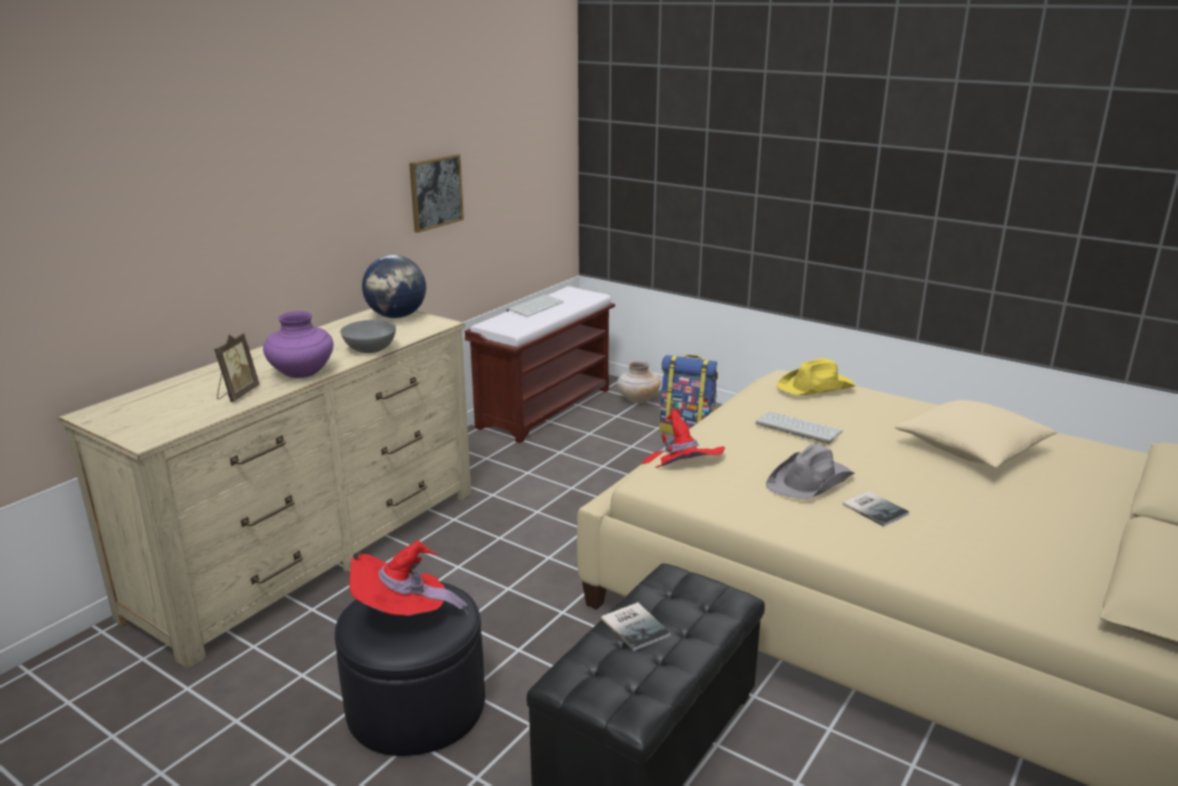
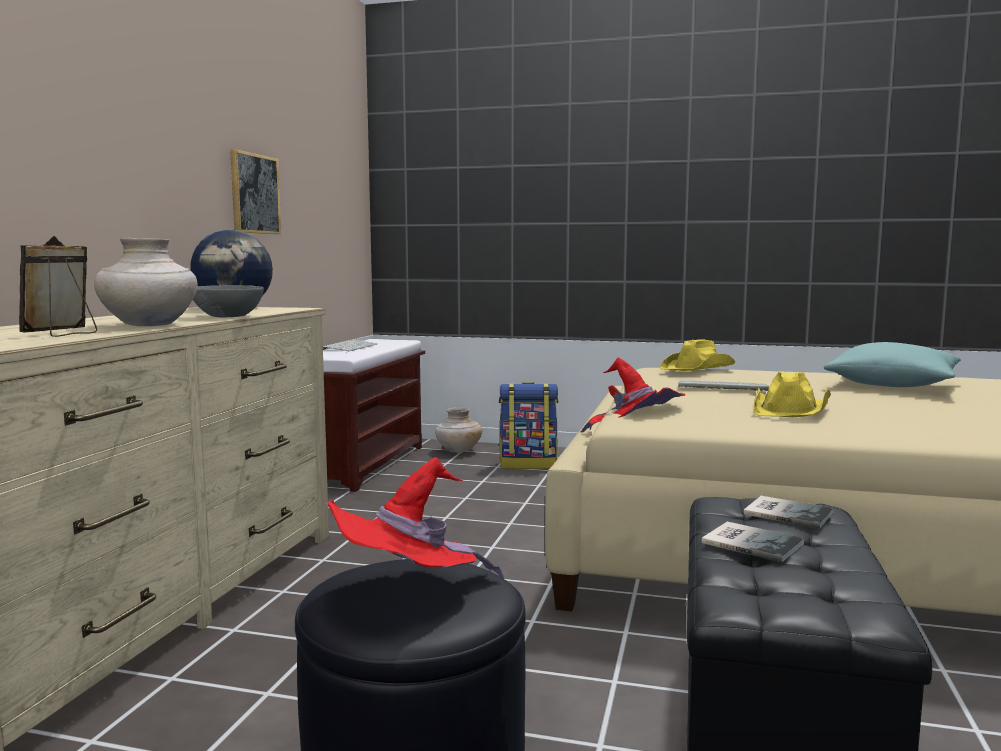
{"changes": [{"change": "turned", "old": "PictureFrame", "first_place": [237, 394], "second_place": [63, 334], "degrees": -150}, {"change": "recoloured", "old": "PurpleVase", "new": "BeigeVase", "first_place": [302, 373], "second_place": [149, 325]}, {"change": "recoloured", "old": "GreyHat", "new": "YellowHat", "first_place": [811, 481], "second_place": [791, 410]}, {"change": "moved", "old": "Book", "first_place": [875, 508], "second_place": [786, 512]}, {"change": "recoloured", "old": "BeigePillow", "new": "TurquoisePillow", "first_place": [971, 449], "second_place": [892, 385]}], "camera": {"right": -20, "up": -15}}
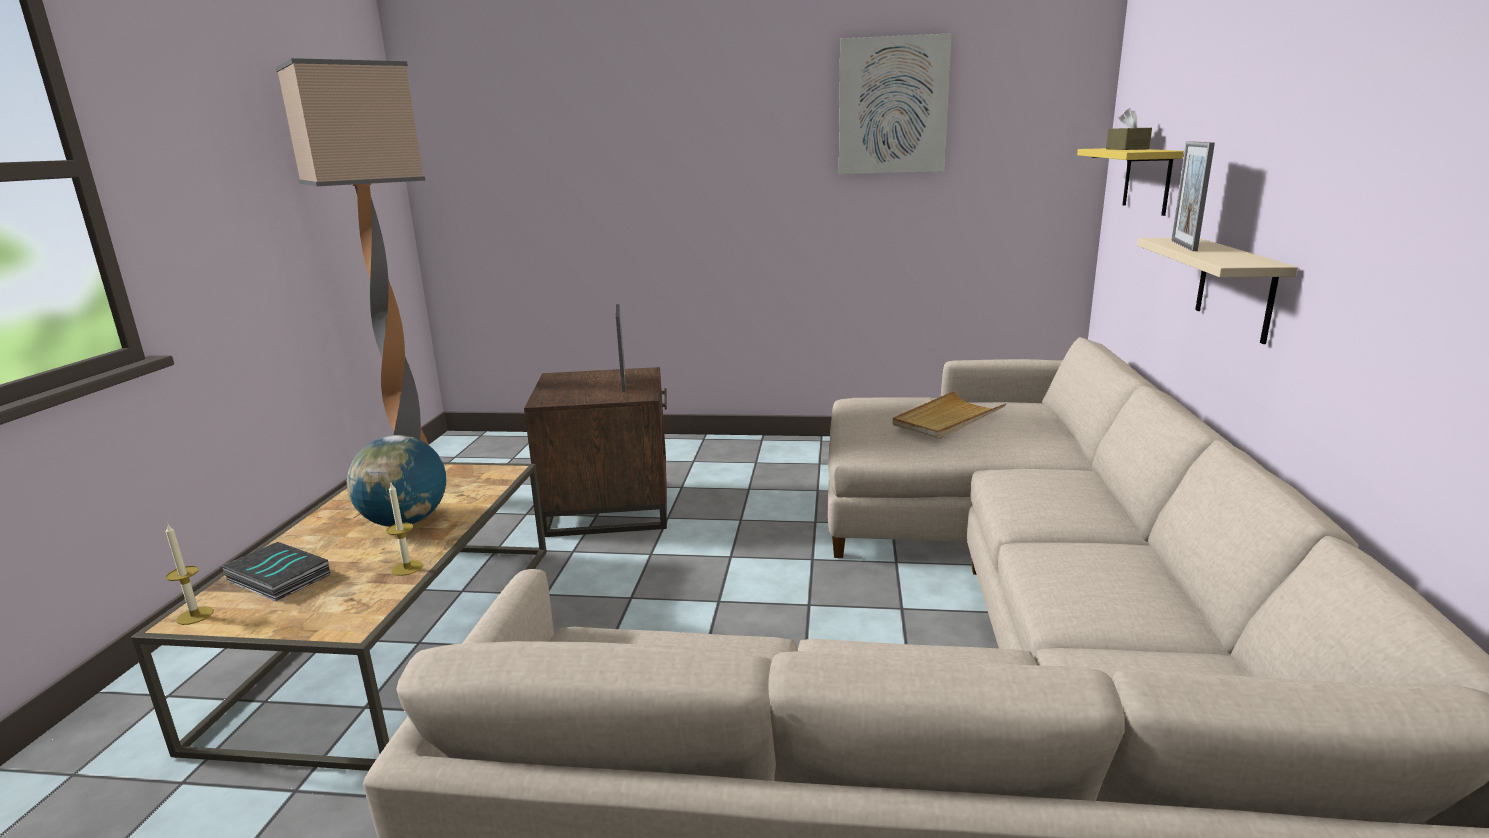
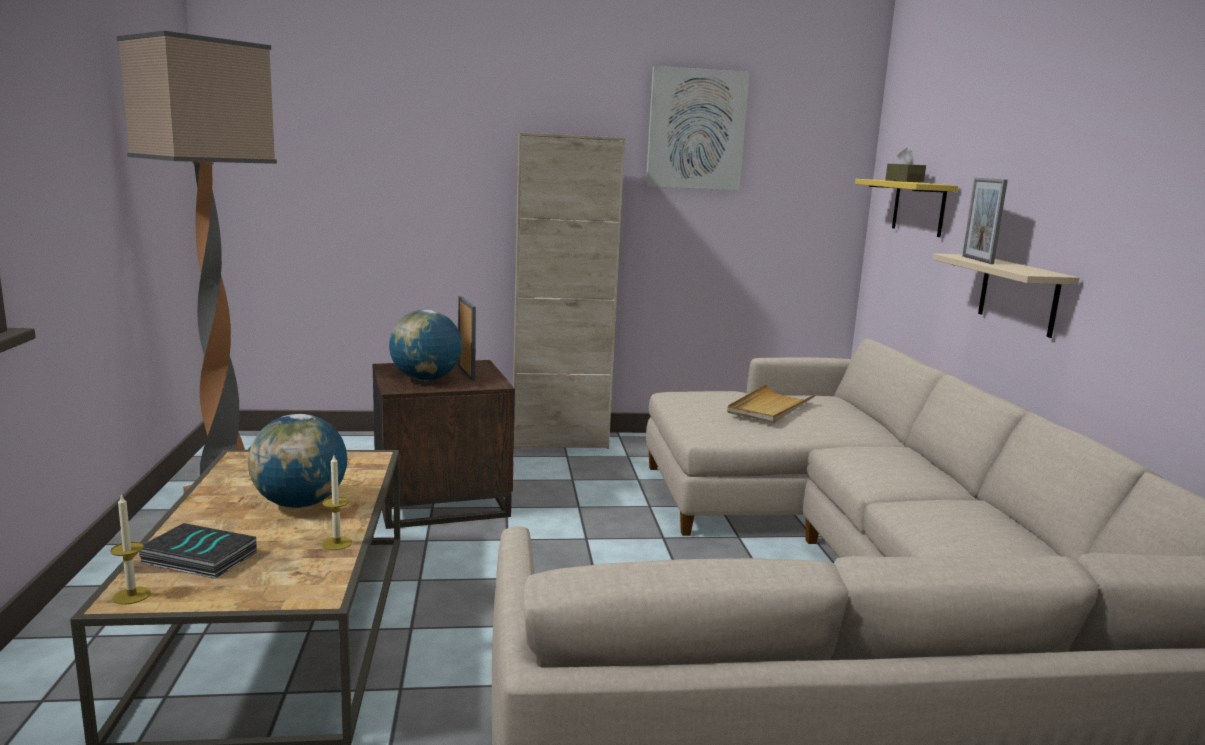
{"changes": [{"change": "added", "new": "Globe", "second_place": [425, 379]}, {"change": "added", "new": "BeigeCabinet", "second_place": [559, 441]}], "camera": {"right": -15, "up": -5}}
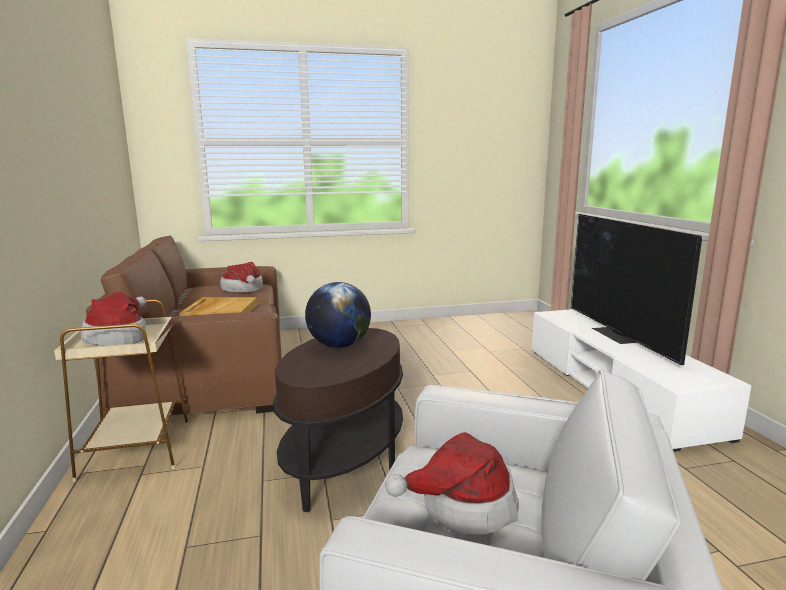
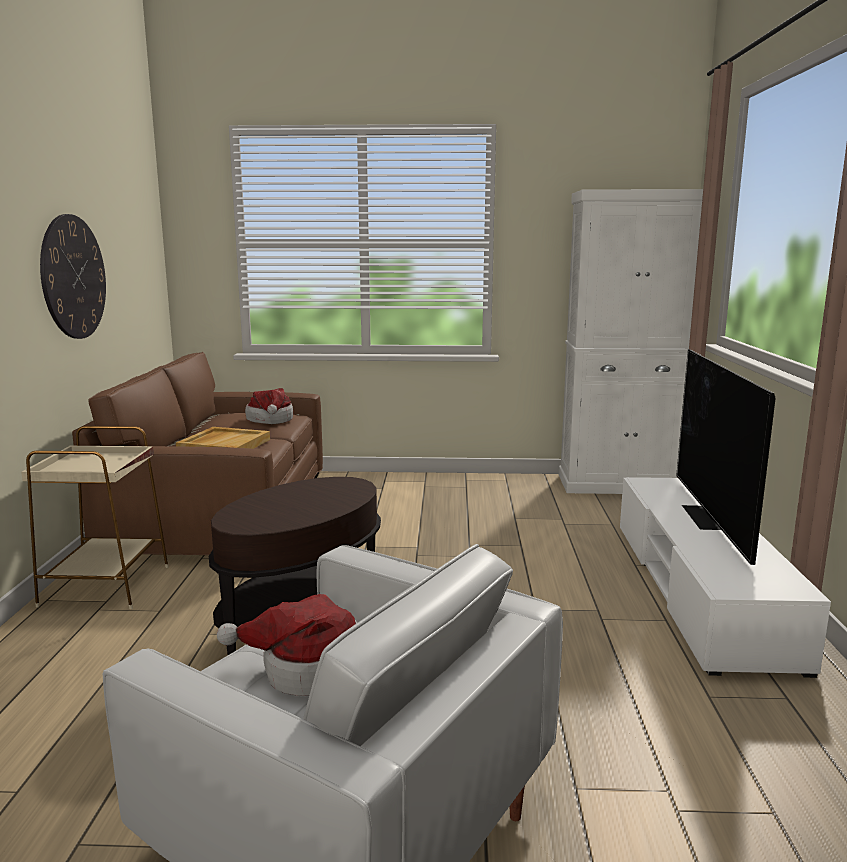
{"changes": [{"change": "removed", "old": "Hat", "first_place": [120, 336]}, {"change": "removed", "old": "Globe", "first_place": [339, 345]}, {"change": "added", "new": "WallClock", "second_place": [73, 277]}, {"change": "added", "new": "WhiteCabinet", "second_place": [620, 484]}], "camera": {"right": 15, "up": 0}}
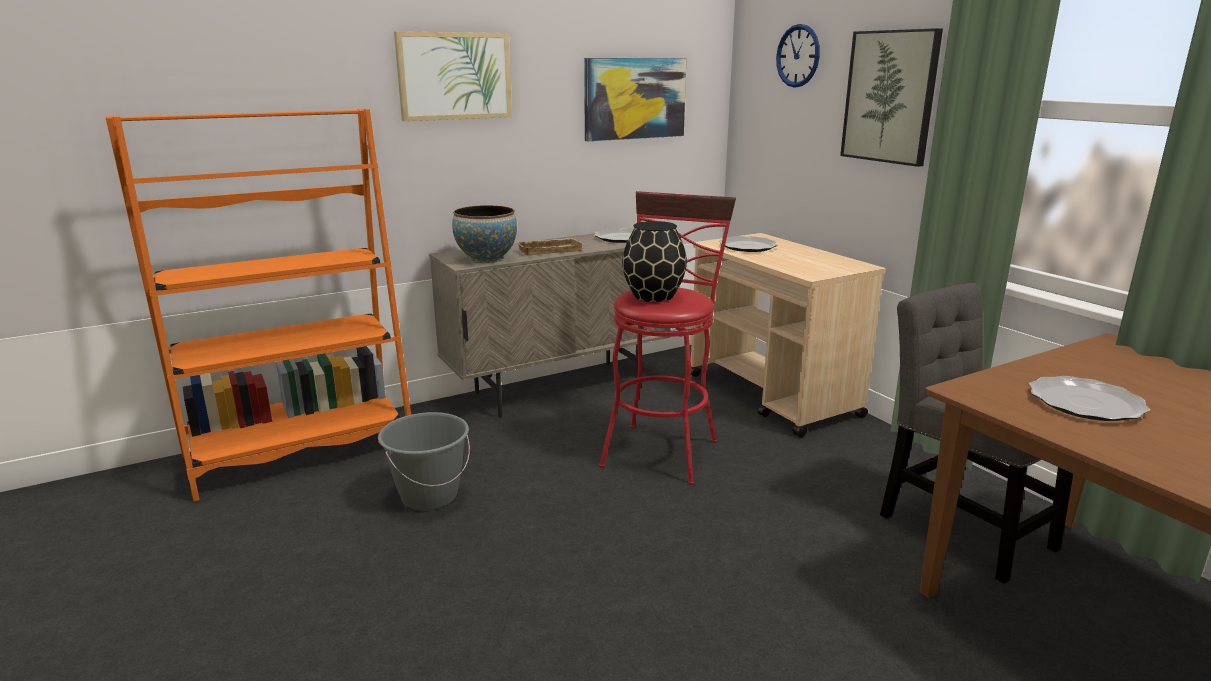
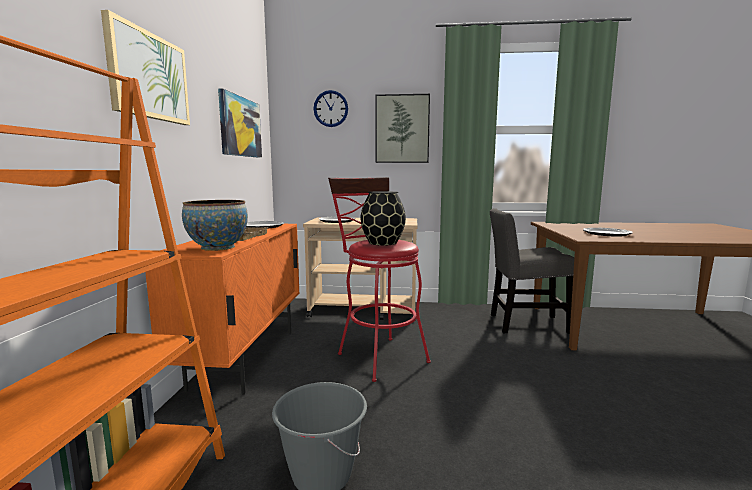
{"changes": [{"change": "recoloured", "old": "BeigeCabinet", "new": "OrangeCabinet", "first_place": [559, 389], "second_place": [245, 357]}], "camera": {"right": -55, "up": -10}}
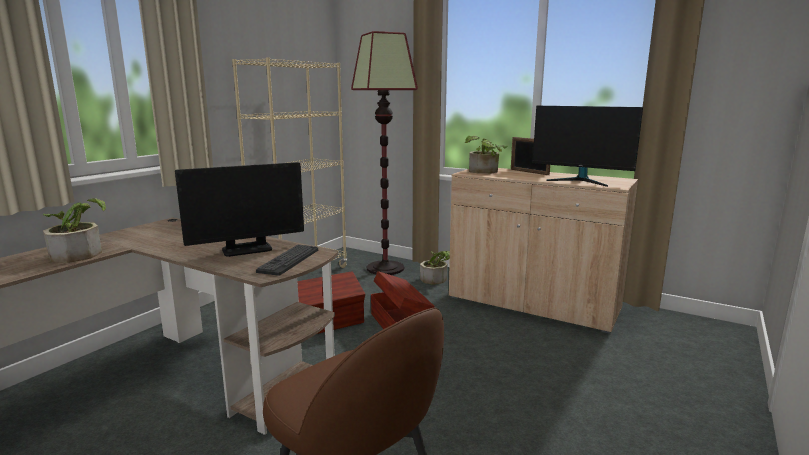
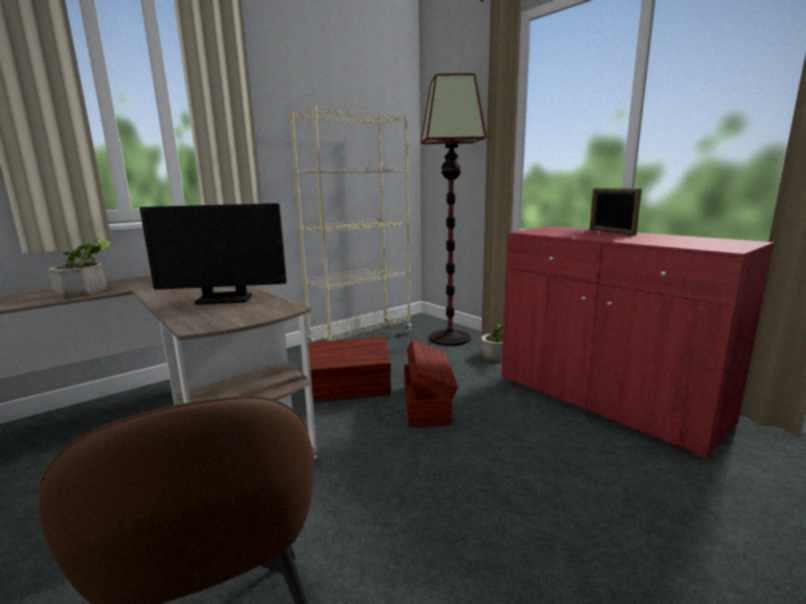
{"changes": [{"change": "removed", "old": "Keyboard", "first_place": [289, 260]}, {"change": "recoloured", "old": "BeigeCabinet", "new": "RedCabinet", "first_place": [532, 304], "second_place": [605, 400]}, {"change": "removed", "old": "PottedPlant", "first_place": [483, 172]}, {"change": "removed", "old": "Monitor", "first_place": [580, 181]}], "camera": {"right": 20, "up": 0}}
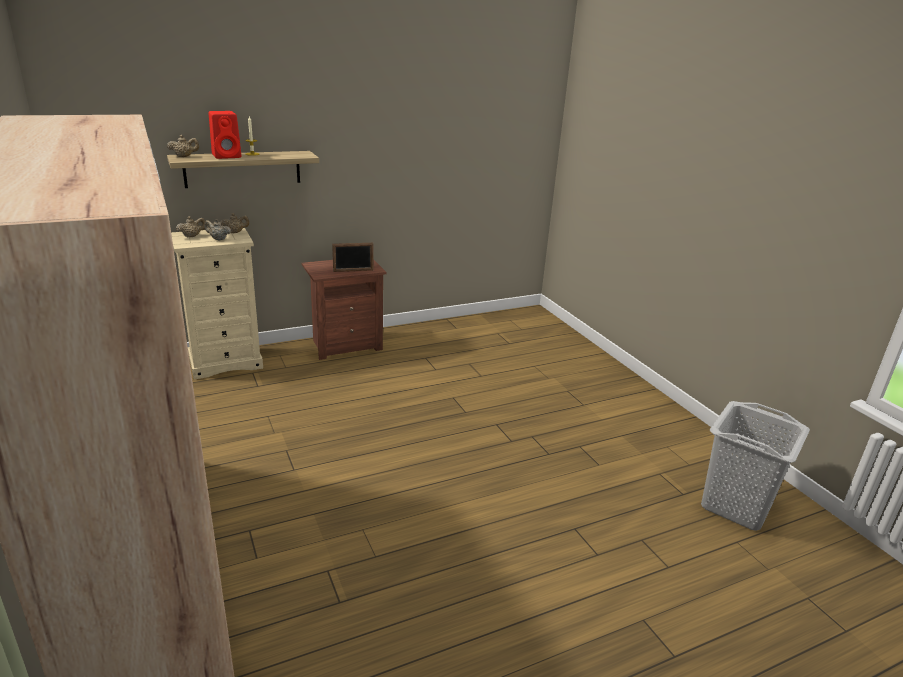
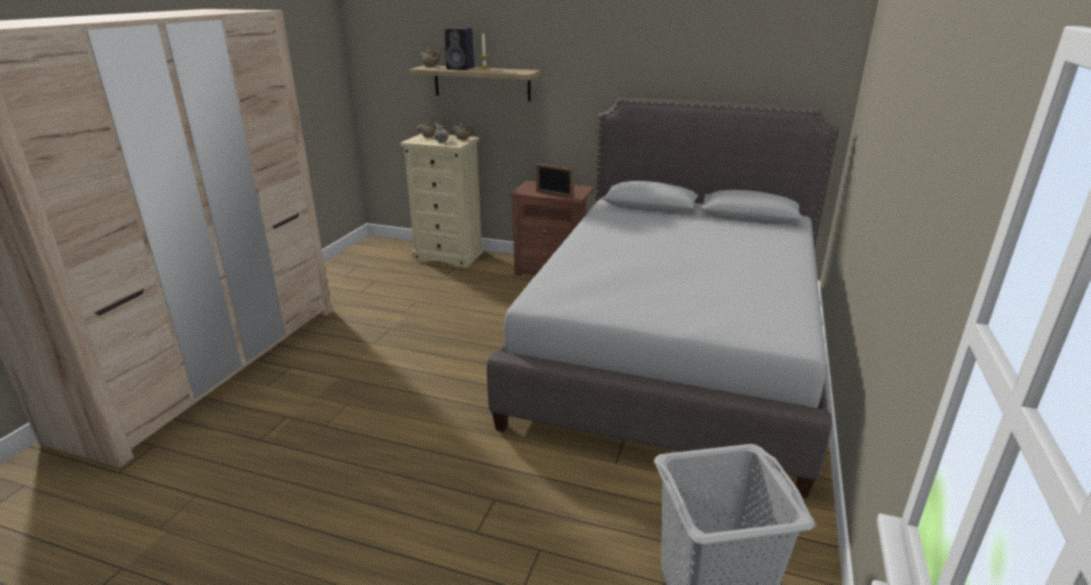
{"changes": [{"change": "recoloured", "old": "RedSpeaker", "new": "BlackSpeaker", "first_place": [227, 156], "second_place": [461, 68]}, {"change": "added", "new": "GreyBed", "second_place": [674, 351]}], "camera": {"right": 45, "up": 0}}
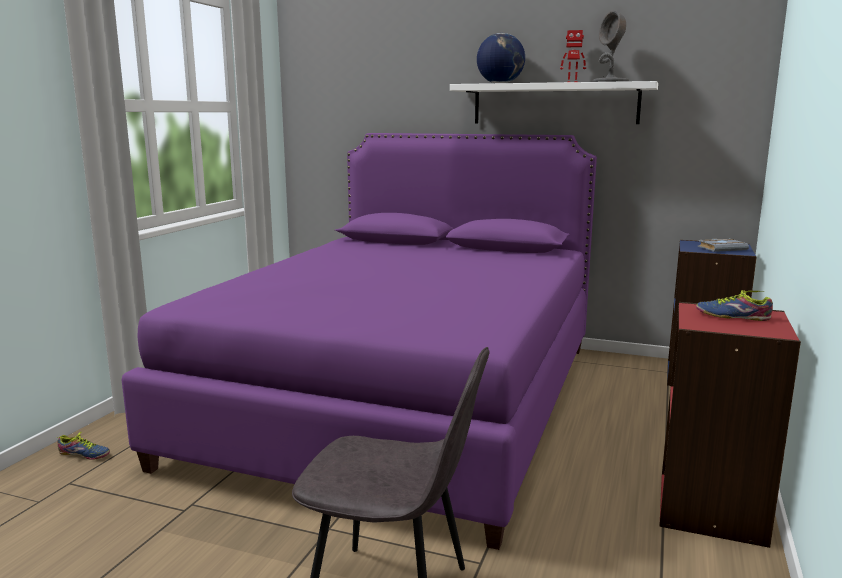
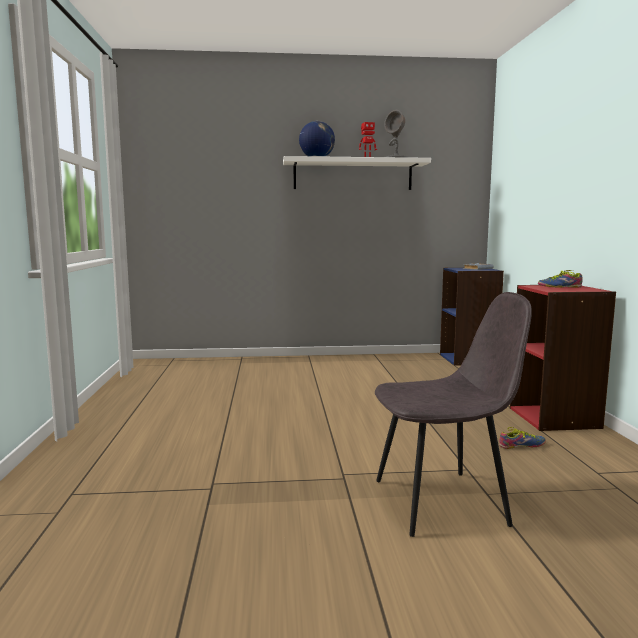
{"changes": [{"change": "moved", "old": "Shoe", "first_place": [83, 455], "second_place": [523, 446]}, {"change": "removed", "old": "PurpleBed", "first_place": [404, 399]}], "camera": {"right": -25, "up": -5}}
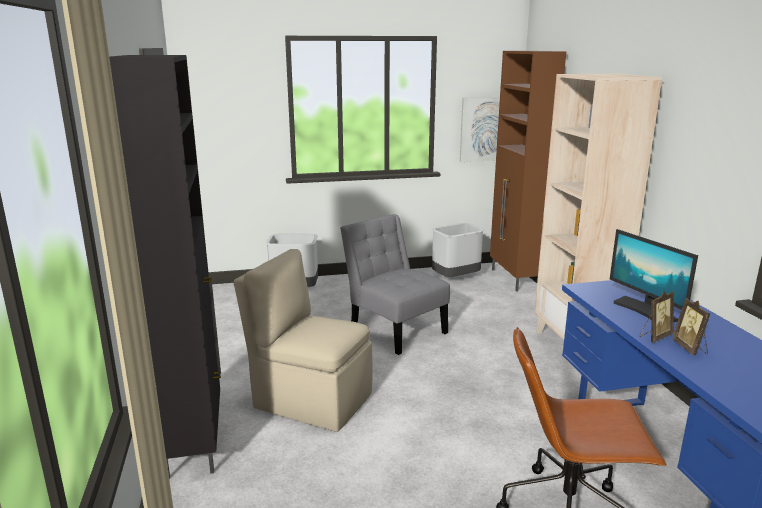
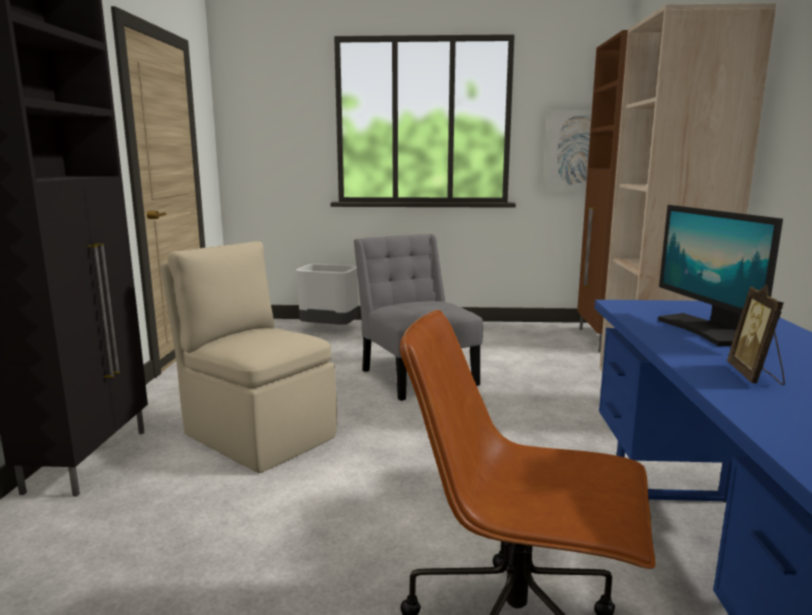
{"changes": [{"change": "removed", "old": "GreyTrashCan", "first_place": [455, 279]}, {"change": "removed", "old": "PictureFrame", "first_place": [654, 336]}], "camera": {"right": 15, "up": -5}}
